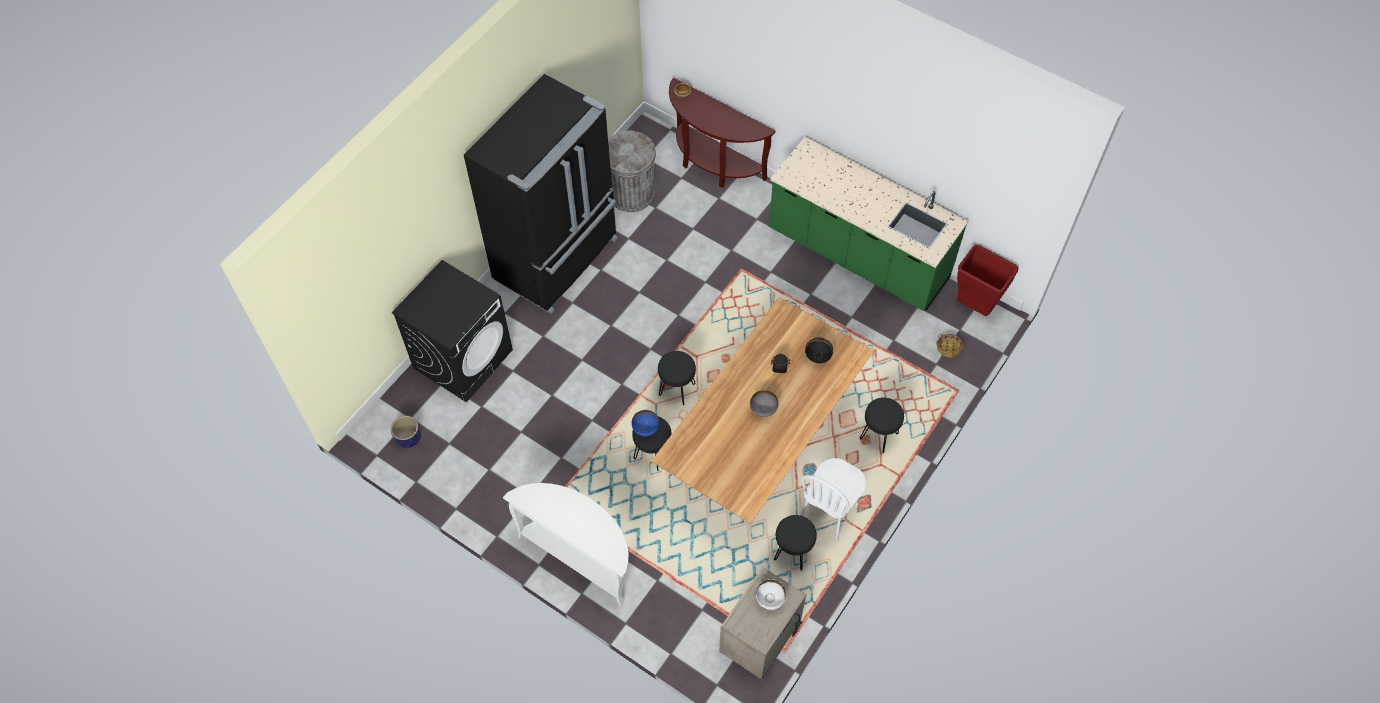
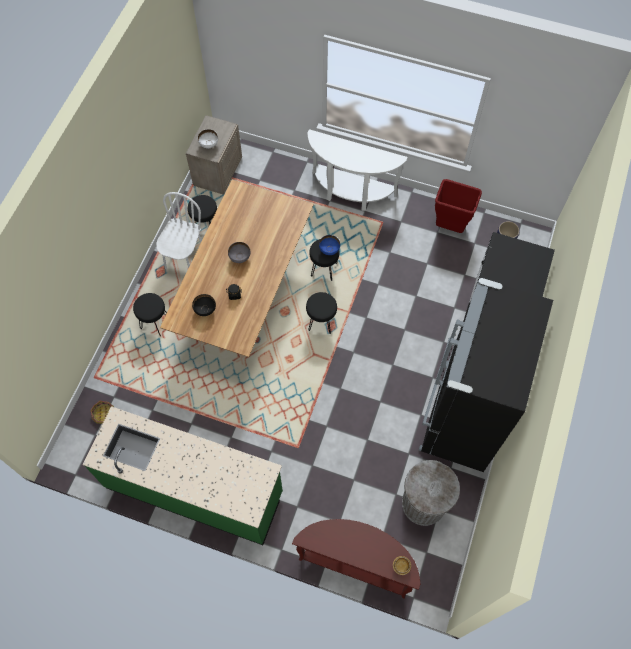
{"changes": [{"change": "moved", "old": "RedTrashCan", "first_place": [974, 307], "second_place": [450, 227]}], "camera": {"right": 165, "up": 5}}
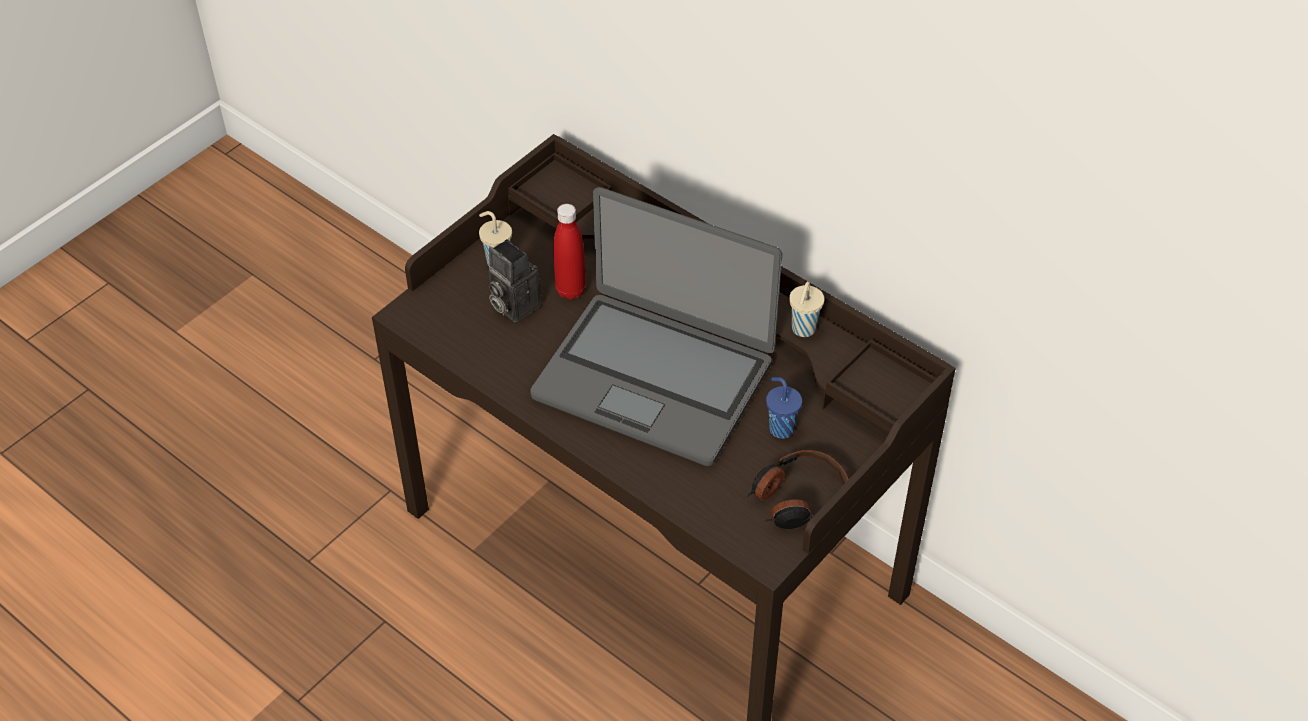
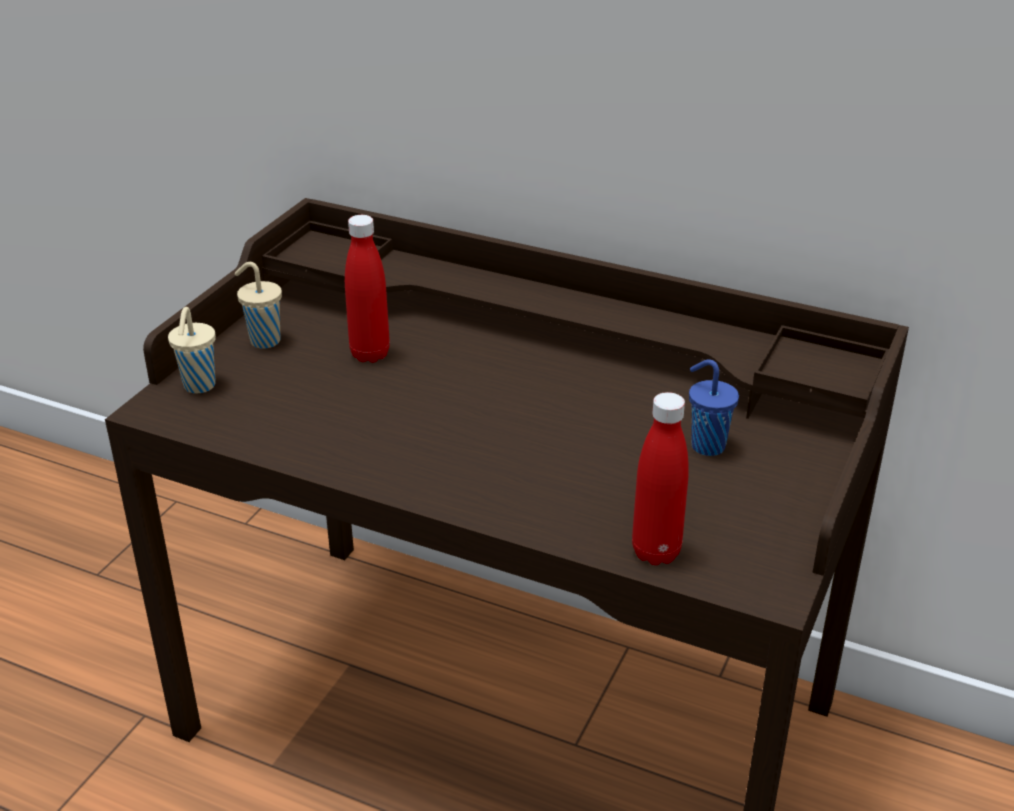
{"changes": [{"change": "removed", "old": "PhotoCamera", "first_place": [512, 304]}, {"change": "removed", "old": "Laptop", "first_place": [654, 377]}, {"change": "removed", "old": "Headphones", "first_place": [798, 499]}, {"change": "moved", "old": "BeigeCup", "first_place": [803, 330], "second_place": [199, 386]}, {"change": "added", "new": "RedBottle", "second_place": [656, 552]}], "camera": {"right": -15, "up": -15}}
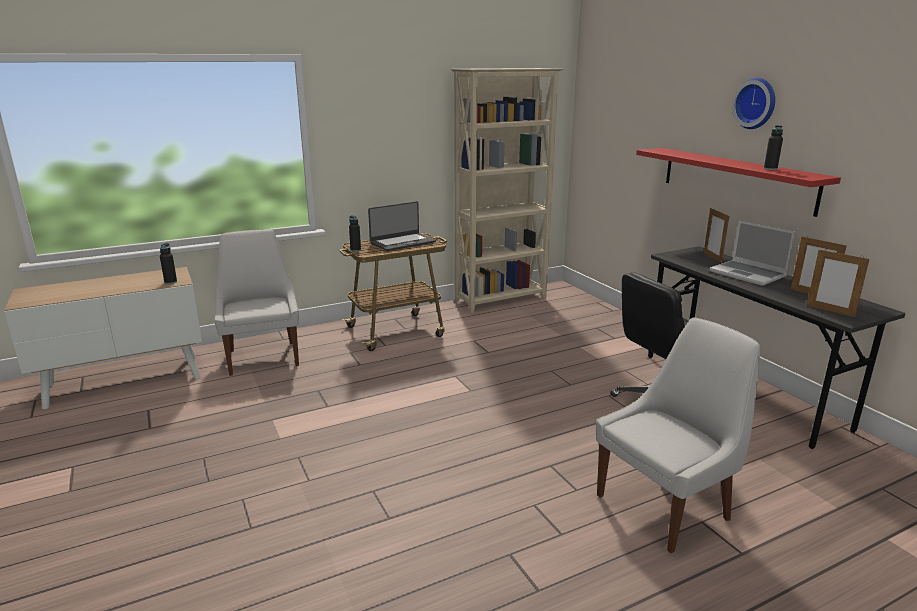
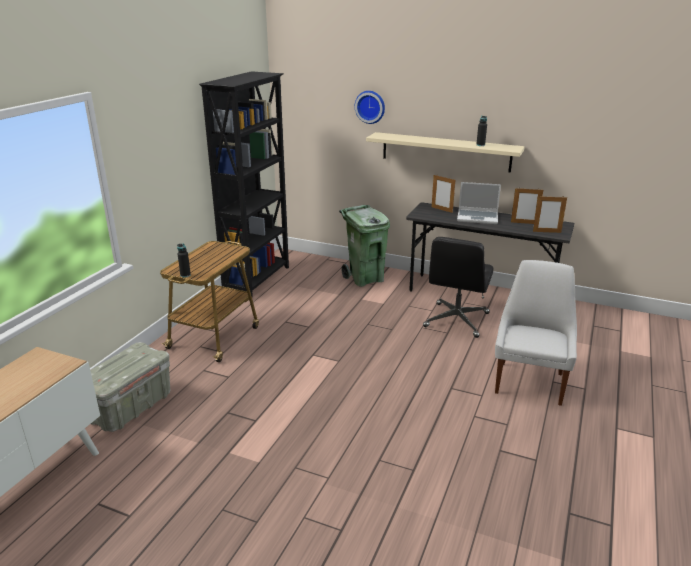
{"changes": [{"change": "removed", "old": "BlackBottle", "first_place": [170, 282]}, {"change": "replaced", "old": "WhiteChair", "new": "GreyStorageBox", "first_place": [263, 357], "second_place": [130, 407]}, {"change": "removed", "old": "Laptop", "first_place": [402, 242]}, {"change": "recoloured", "old": "BeigeBookcase", "new": "BlackBookcase", "first_place": [501, 300], "second_place": [258, 279]}, {"change": "recoloured", "old": "RedShelf", "new": "BeigeShelf", "first_place": [735, 179], "second_place": [445, 152]}, {"change": "moved", "old": "WallClock", "first_place": [756, 103], "second_place": [370, 106]}, {"change": "added", "new": "GreenTrashCan", "second_place": [365, 278]}], "camera": {"right": -40, "up": 5}}
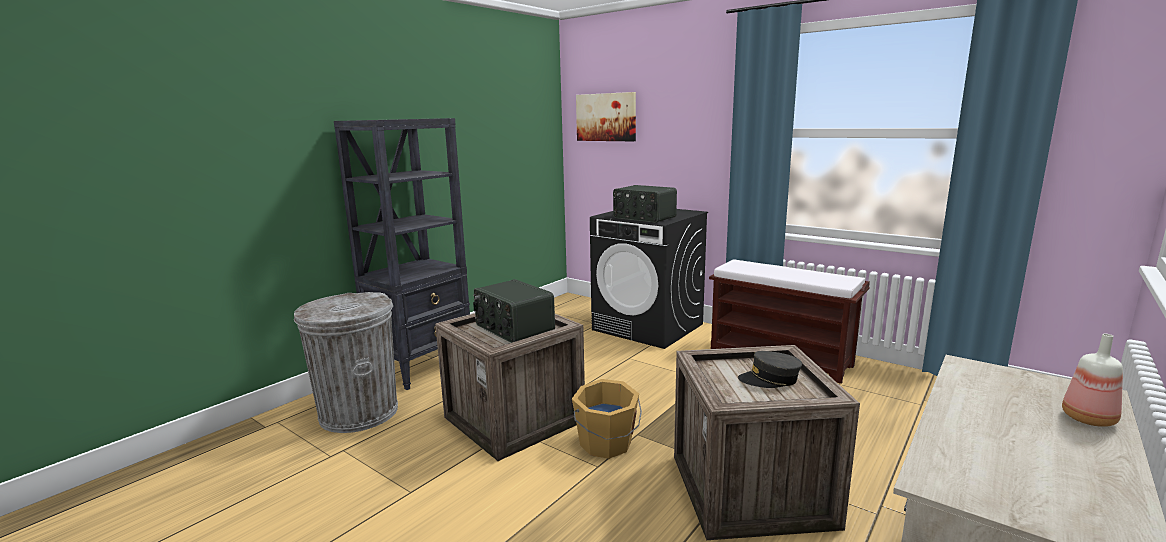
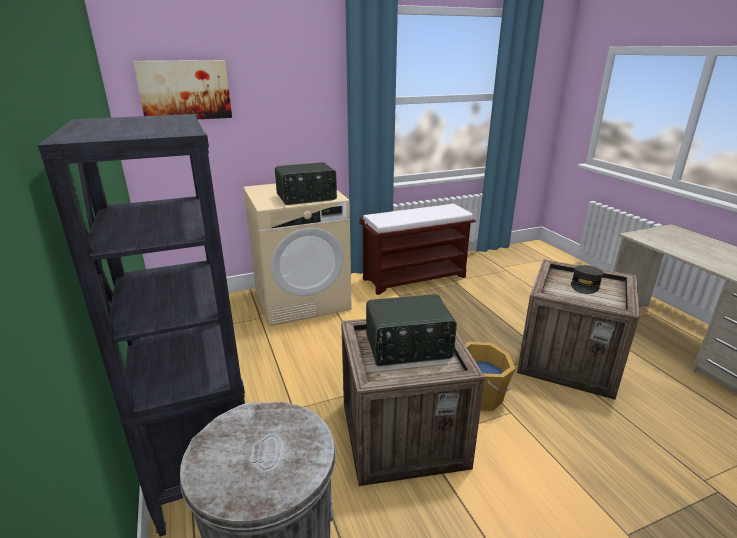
{"changes": [{"change": "recoloured", "old": "BlackWashingMachine", "new": "BeigeWashingMachine", "first_place": [648, 327], "second_place": [302, 299]}, {"change": "removed", "old": "Bottle", "first_place": [1089, 419]}], "camera": {"right": -60, "up": 10}}
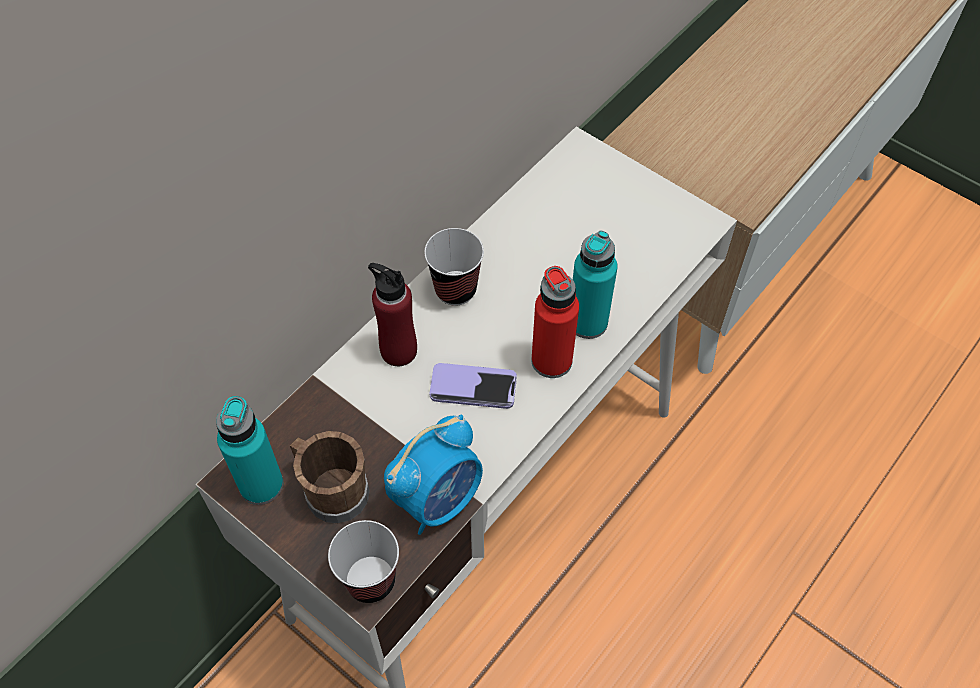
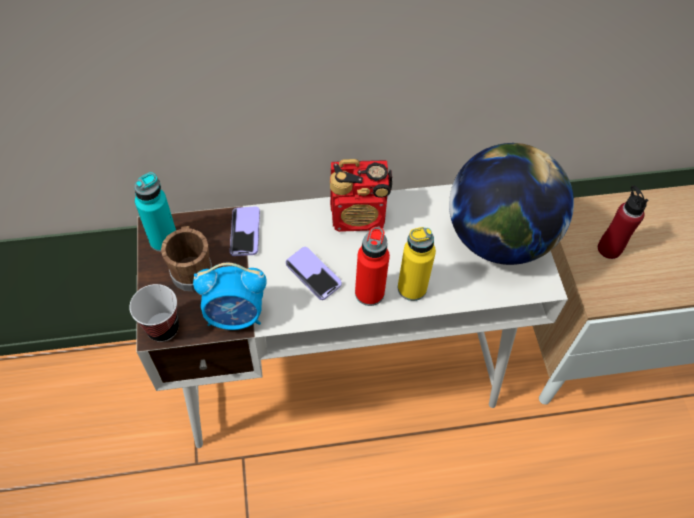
{"changes": [{"change": "moved", "old": "RedBottle", "first_place": [398, 350], "second_place": [609, 248]}, {"change": "replaced", "old": "Cup", "new": "Radio", "first_place": [455, 289], "second_place": [358, 217]}, {"change": "recoloured", "old": "TurquoiseBottle", "new": "YellowBottle", "first_place": [587, 322], "second_place": [412, 288]}, {"change": "added", "new": "Phone", "second_place": [245, 232]}, {"change": "added", "new": "Globe", "second_place": [497, 238]}], "camera": {"right": 40, "up": 0}}
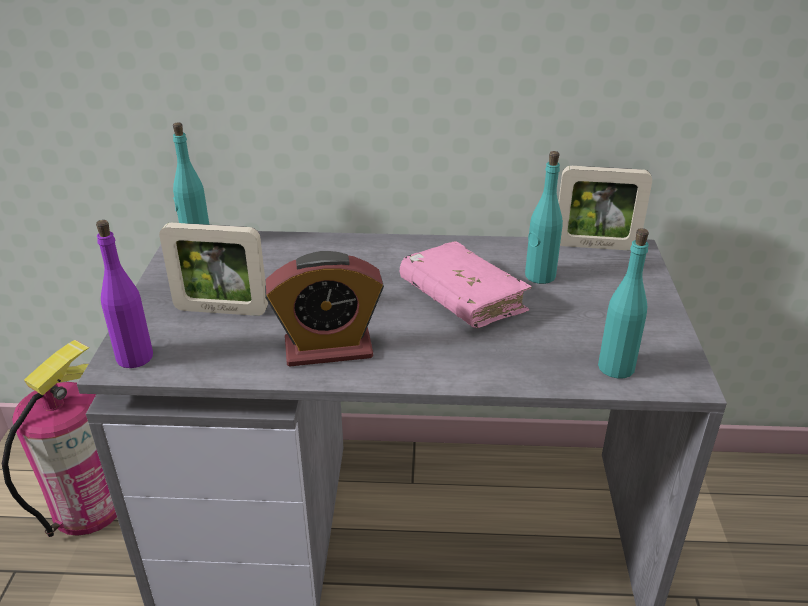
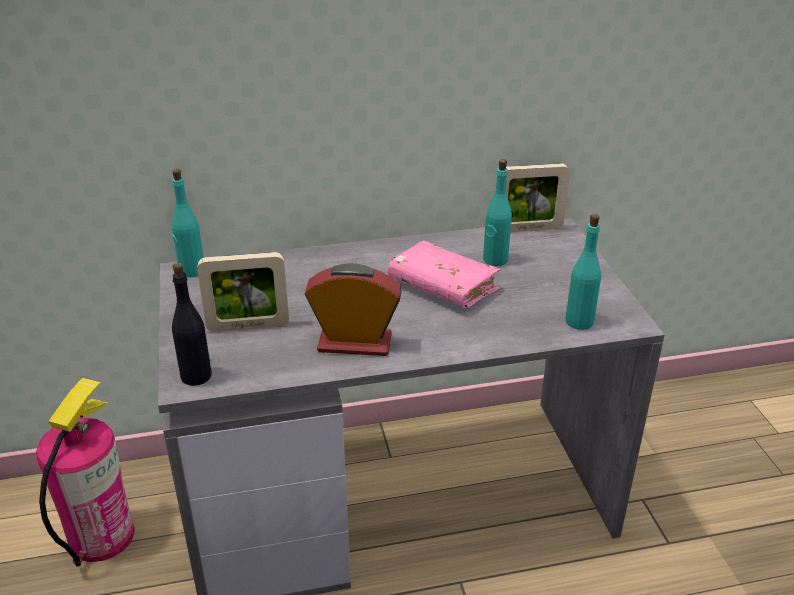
{"changes": [{"change": "recoloured", "old": "PurpleBottle", "new": "BlackBottle", "first_place": [135, 357], "second_place": [196, 376]}, {"change": "turned", "old": "AlarmClock", "first_place": [328, 349], "second_place": [355, 343], "degrees": -150}], "camera": {"right": -15, "up": 0}}
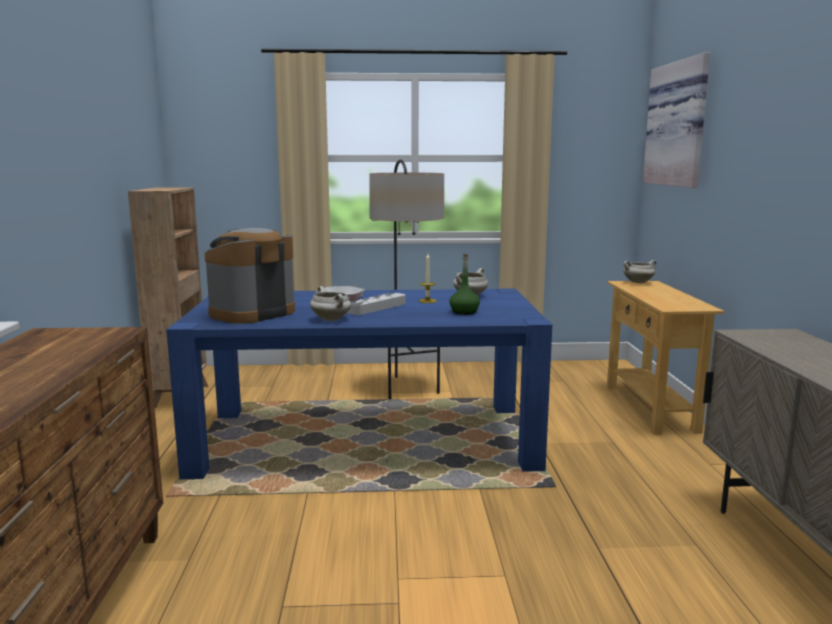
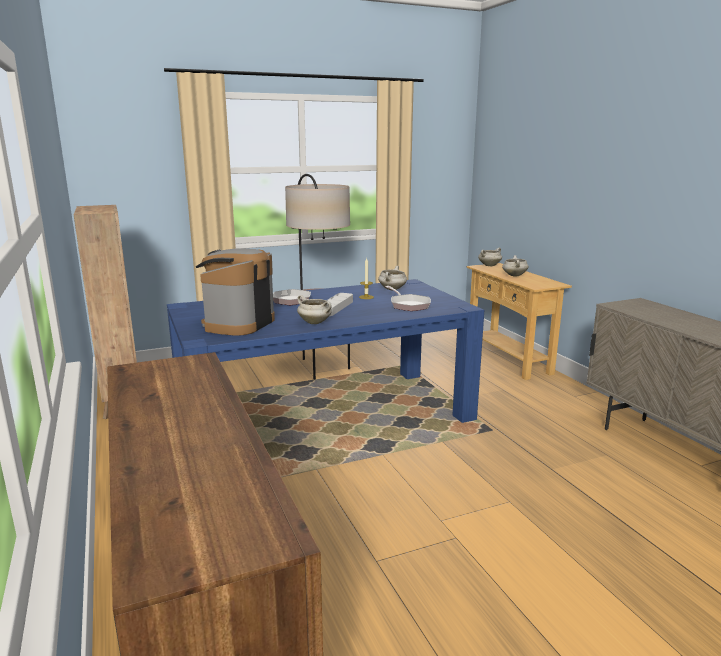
{"changes": [{"change": "replaced", "old": "GreenBottle", "new": "FryingPan", "first_place": [464, 312], "second_place": [408, 305]}, {"change": "removed", "old": "Picture", "first_place": [680, 124]}, {"change": "added", "new": "WhiteCookingPot", "second_place": [514, 275]}], "camera": {"right": -20, "up": 5}}
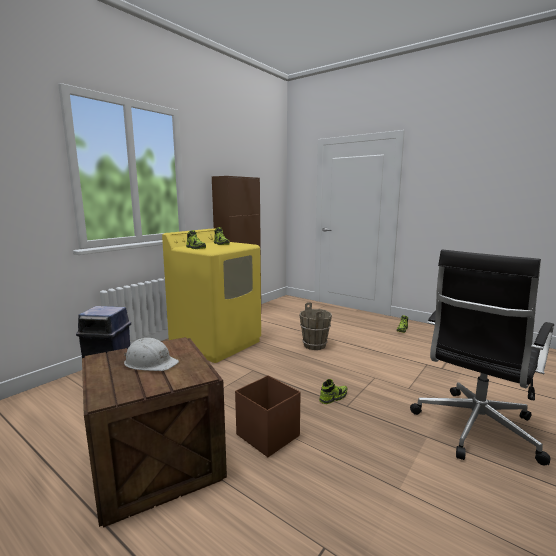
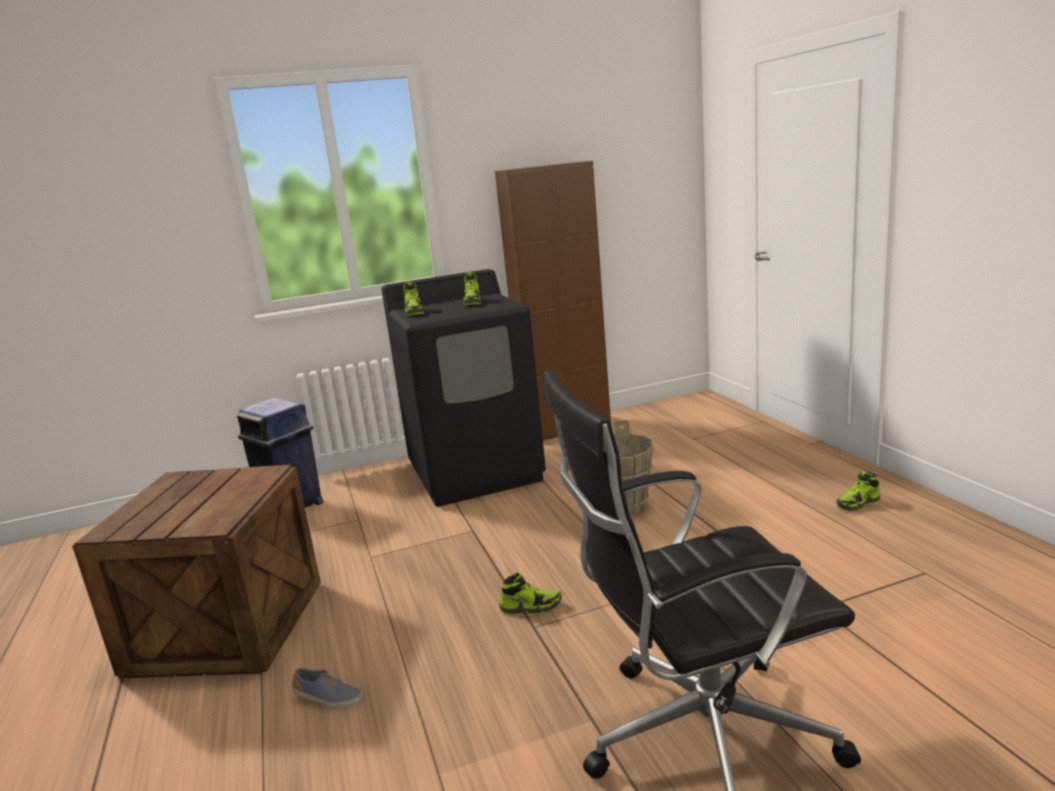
{"changes": [{"change": "removed", "old": "WhiteHardHat", "first_place": [150, 362]}, {"change": "recoloured", "old": "YellowWashingMachine", "new": "BlackWashingMachine", "first_place": [216, 343], "second_place": [476, 472]}, {"change": "removed", "old": "BrownStorageBox", "first_place": [267, 435]}, {"change": "added", "new": "Shoe", "second_place": [328, 699]}], "camera": {"right": 35, "up": 5}}
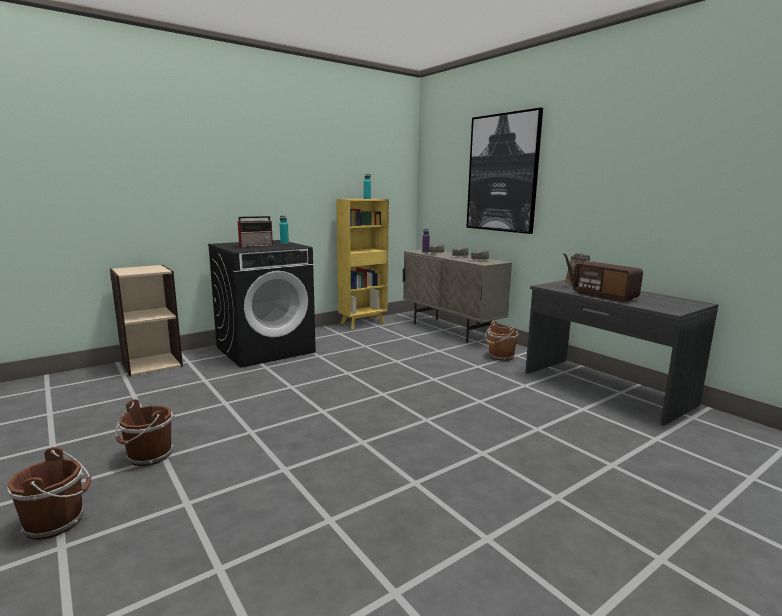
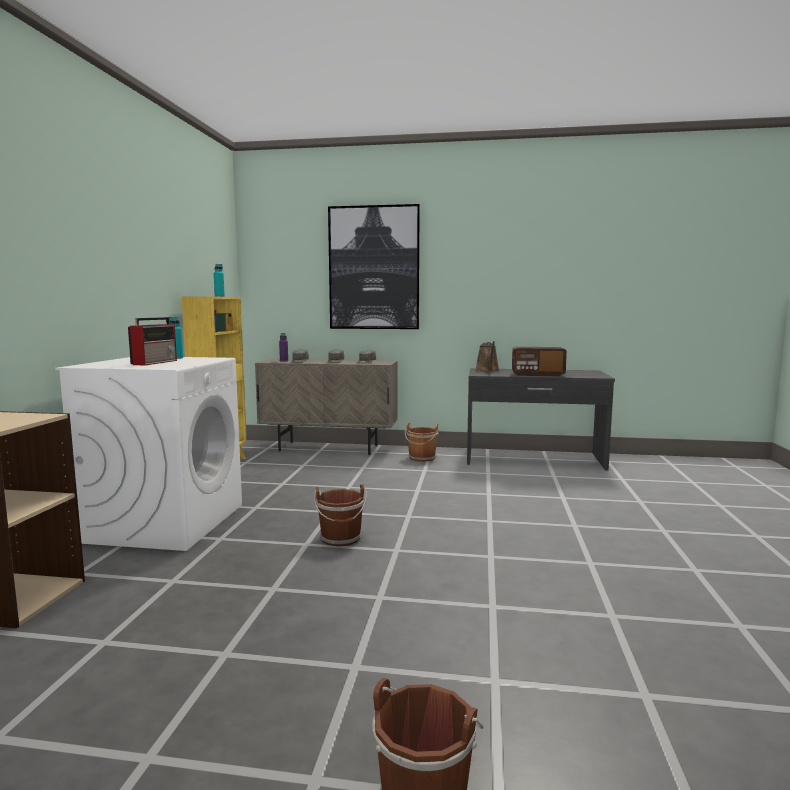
{"changes": [{"change": "moved", "old": "BrownBucket", "first_place": [148, 456], "second_place": [341, 539]}, {"change": "recoloured", "old": "BlackWashingMachine", "new": "WhiteWashingMachine", "first_place": [266, 349], "second_place": [165, 522]}], "camera": {"right": -45, "up": -5}}
